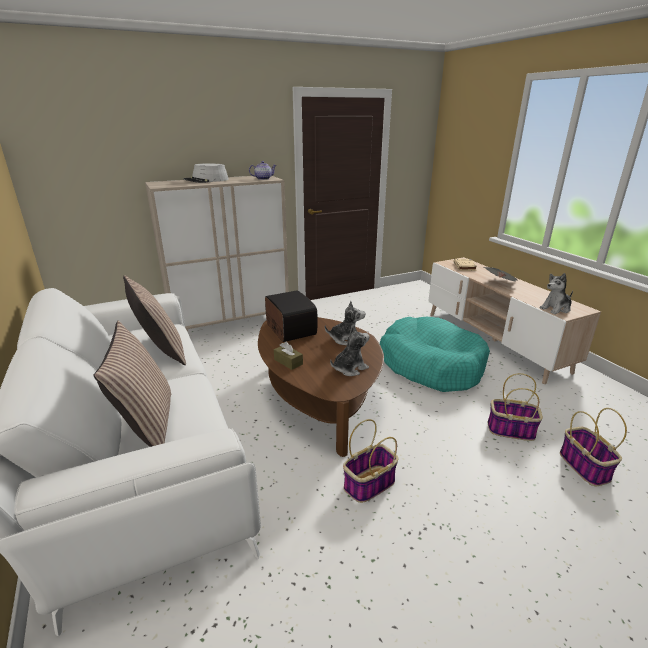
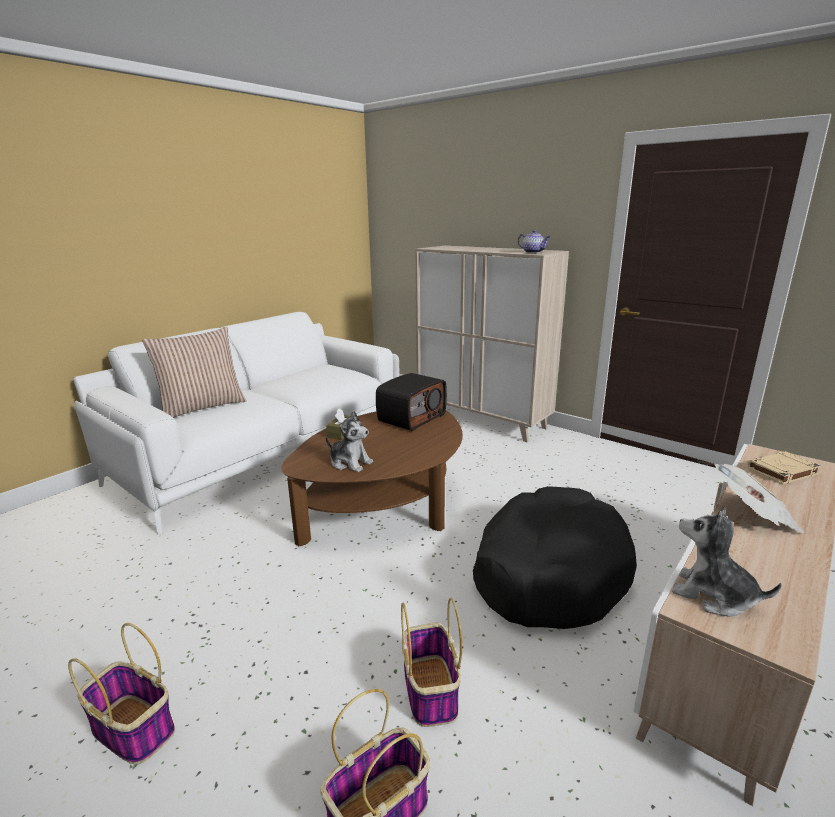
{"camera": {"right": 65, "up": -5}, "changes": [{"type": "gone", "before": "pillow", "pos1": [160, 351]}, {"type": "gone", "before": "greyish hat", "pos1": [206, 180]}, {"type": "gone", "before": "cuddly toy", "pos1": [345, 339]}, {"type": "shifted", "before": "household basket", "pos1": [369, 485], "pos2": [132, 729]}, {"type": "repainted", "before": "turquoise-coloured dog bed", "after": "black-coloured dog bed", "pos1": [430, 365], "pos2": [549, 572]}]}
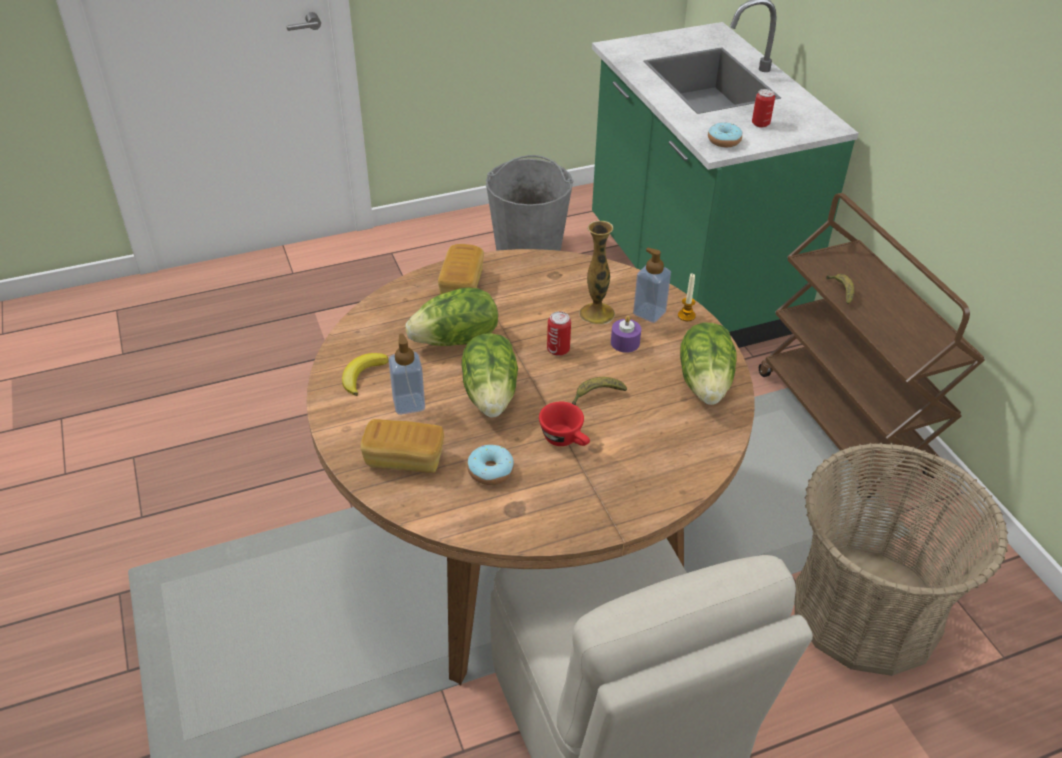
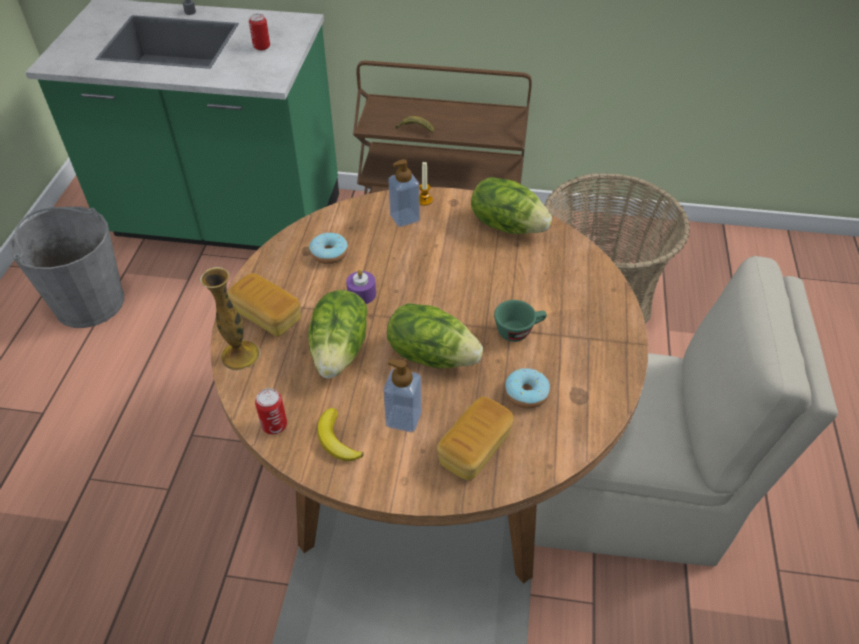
{"camera": {"right": -60, "up": 5}, "changes": [{"type": "repainted", "before": "red-coloured small cup", "after": "green small cup", "pos1": [566, 440], "pos2": [519, 330]}, {"type": "shifted", "before": "sealed can", "pos1": [558, 350], "pos2": [274, 425]}, {"type": "gone", "before": "banana", "pos1": [596, 396]}, {"type": "shifted", "before": "flower vase", "pos1": [597, 313], "pos2": [240, 355]}, {"type": "shifted", "before": "purple-coloured candle", "pos1": [625, 343], "pos2": [361, 294]}, {"type": "shifted", "before": "donut", "pos1": [724, 141], "pos2": [329, 254]}]}
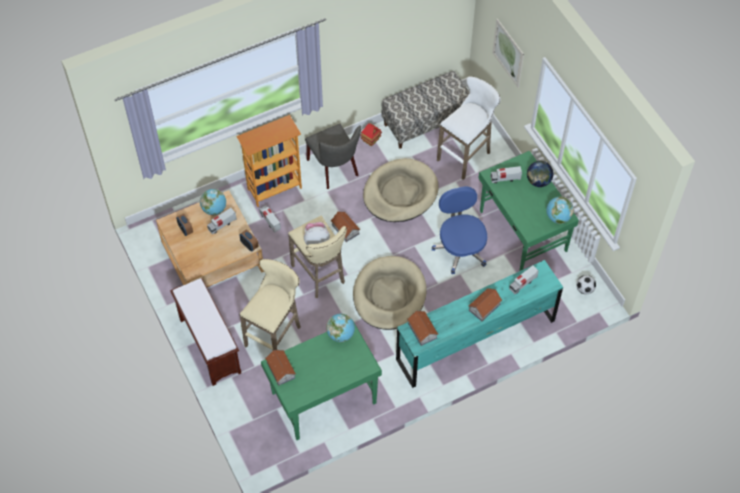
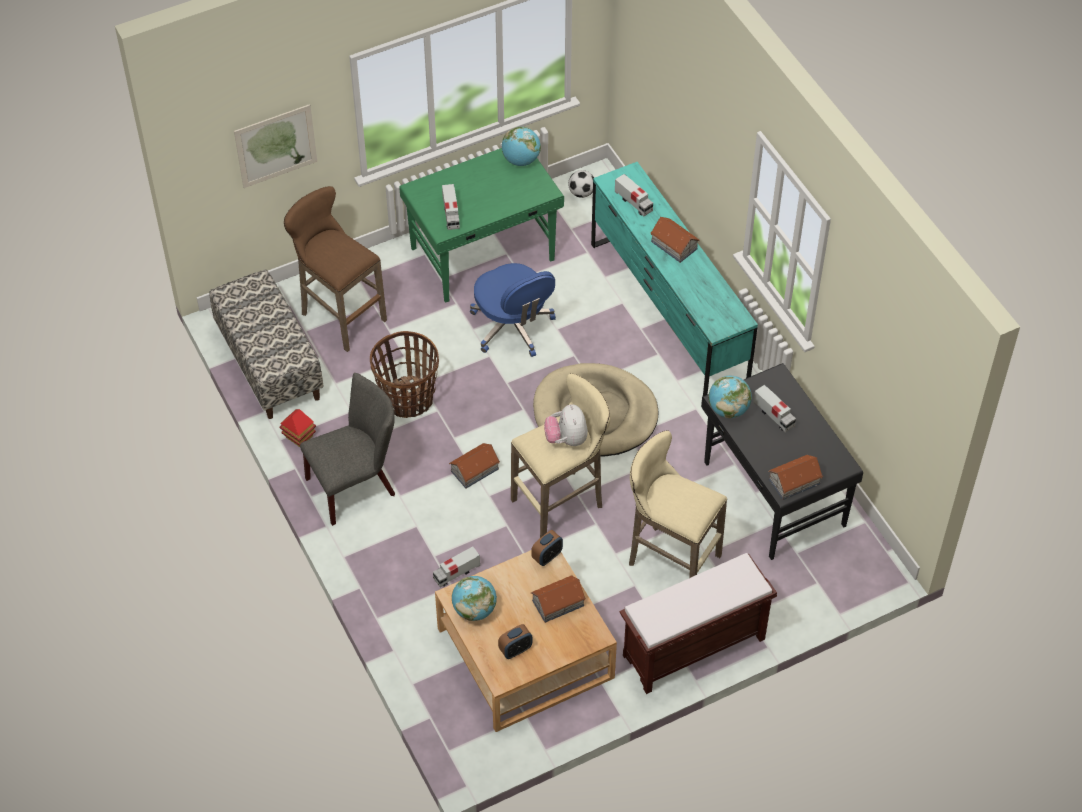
{"camera": {"right": -90, "up": -5}, "changes": [{"type": "shifted", "before": "model truck", "pos1": [222, 225], "pos2": [774, 415]}, {"type": "gone", "before": "bookcase", "pos1": [274, 188]}, {"type": "repainted", "before": "green desk unit", "after": "black-coloured desk unit", "pos1": [323, 397], "pos2": [773, 495]}, {"type": "swapped", "before": "beige dog bed", "after": "household basket", "pos1": [400, 193], "pos2": [407, 399]}, {"type": "shifted", "before": "model house", "pos1": [422, 331], "pos2": [558, 603]}, {"type": "rotated", "before": "bluish computer chair", "pos1": [460, 249], "pos2": [513, 327], "turn": -105}, {"type": "repainted", "before": "whitish stool seat", "after": "brown stool seat", "pos1": [466, 155], "pos2": [339, 315]}, {"type": "gone", "before": "globe", "pos1": [538, 181]}]}
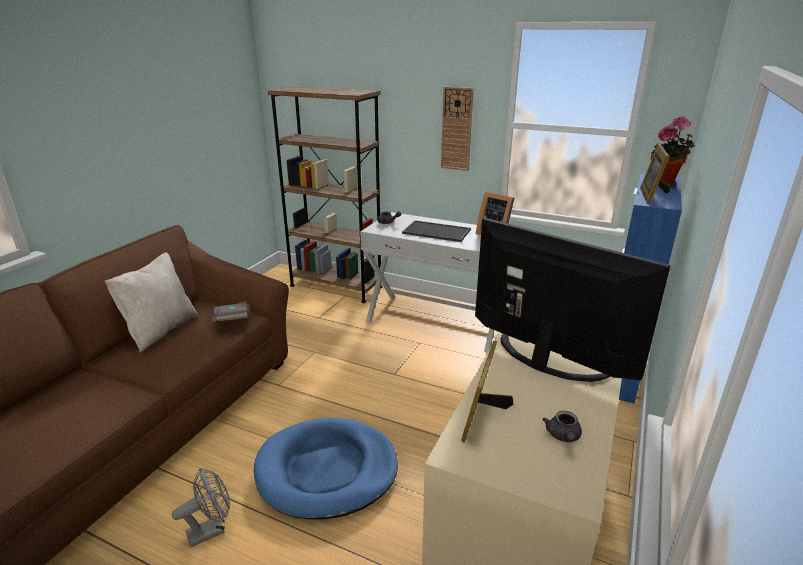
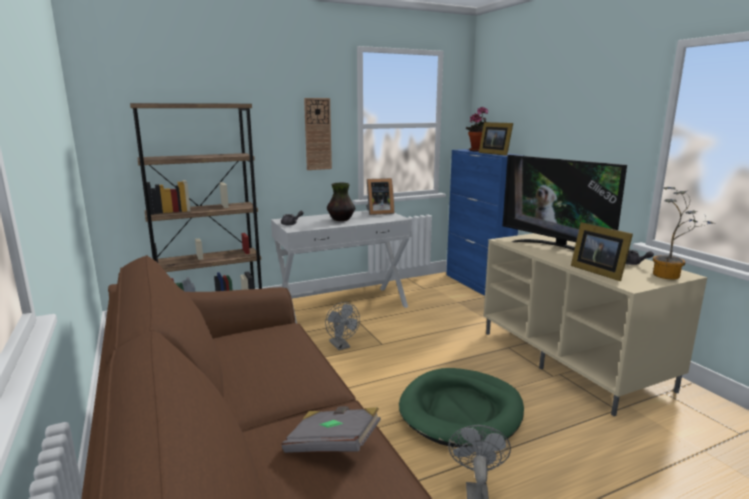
{"camera": {"right": -50, "up": -10}, "changes": [{"type": "gone", "before": "beige pillow", "pos1": [160, 330]}, {"type": "shifted", "before": "greyish bound book", "pos1": [233, 321], "pos2": [332, 445]}, {"type": "repainted", "before": "bluish dog bed", "after": "green dog bed", "pos1": [327, 471], "pos2": [461, 411]}, {"type": "swapped", "before": "tray", "after": "flower vase", "pos1": [435, 232], "pos2": [341, 220]}, {"type": "rotated", "before": "TV set", "pos1": [544, 362], "pos2": [555, 248], "turn": -120}, {"type": "new", "after": "greyish cooling fan", "pos2": [341, 346]}, {"type": "new", "after": "houseplant", "pos2": [670, 276]}]}
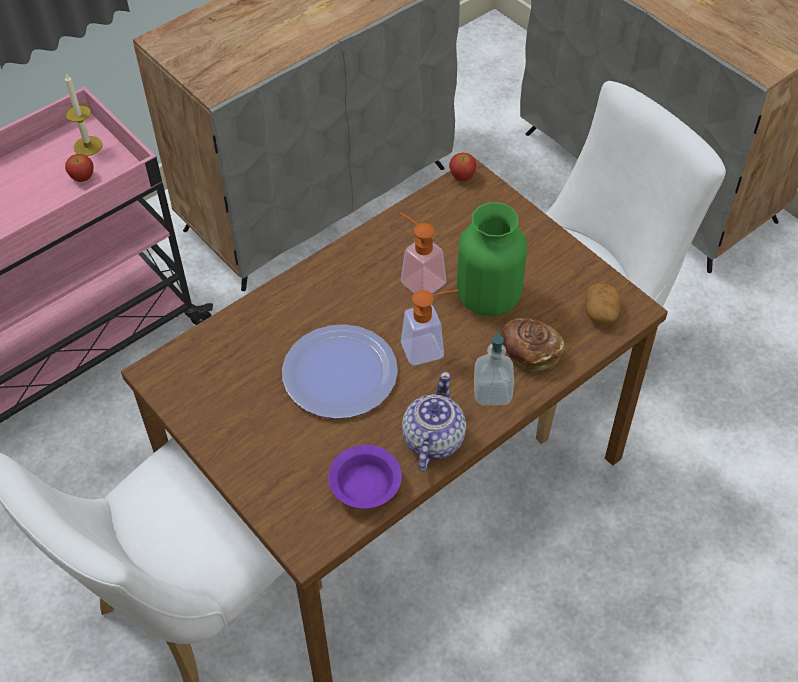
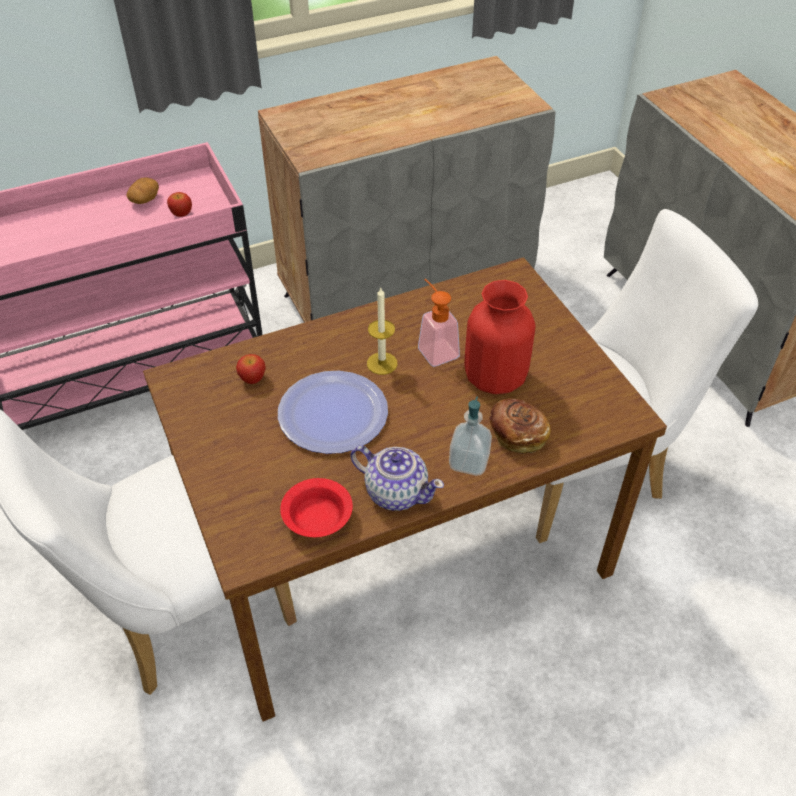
{"camera": {"right": 15, "up": -5}, "changes": [{"type": "shifted", "before": "candle", "pos1": [88, 146], "pos2": [382, 363]}, {"type": "repainted", "before": "purple-coloured serving bowl", "after": "red-coloured serving bowl", "pos1": [365, 488], "pos2": [317, 520]}, {"type": "gone", "before": "soap dispenser", "pos1": [430, 348]}, {"type": "rotated", "before": "teapot", "pos1": [432, 440], "pos2": [396, 492], "turn": 90}, {"type": "shifted", "before": "apple", "pos1": [462, 176], "pos2": [252, 379]}, {"type": "repainted", "before": "green flower vase", "after": "red-coloured flower vase", "pos1": [488, 297], "pos2": [495, 377]}, {"type": "shifted", "before": "spud", "pos1": [601, 312], "pos2": [145, 199]}]}
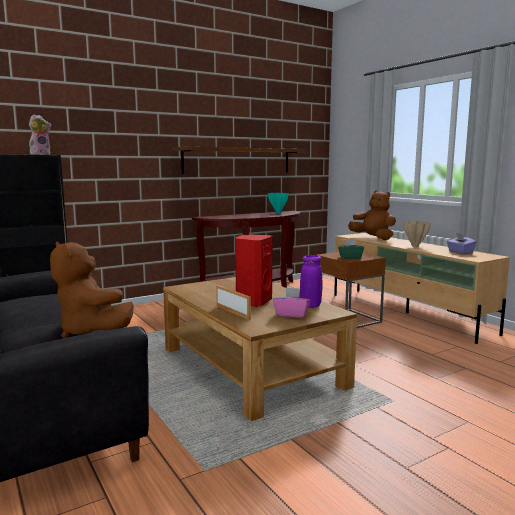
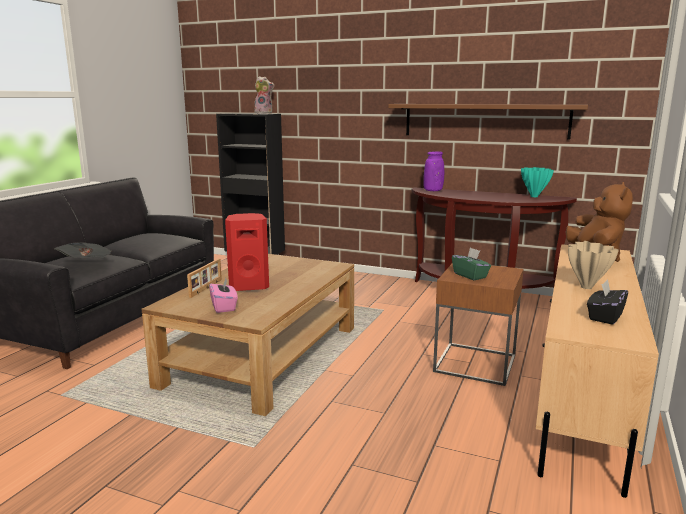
{"camera": {"right": 55, "up": 5}, "changes": [{"type": "swapped", "before": "brown cuddly toy", "after": "daily paper", "pos1": [91, 331], "pos2": [87, 265]}, {"type": "shifted", "before": "purple-coloured flower vase", "pos1": [310, 305], "pos2": [433, 190]}, {"type": "repainted", "before": "purple-coloured tissue box", "after": "black-coloured tissue box", "pos1": [460, 252], "pos2": [605, 317]}]}
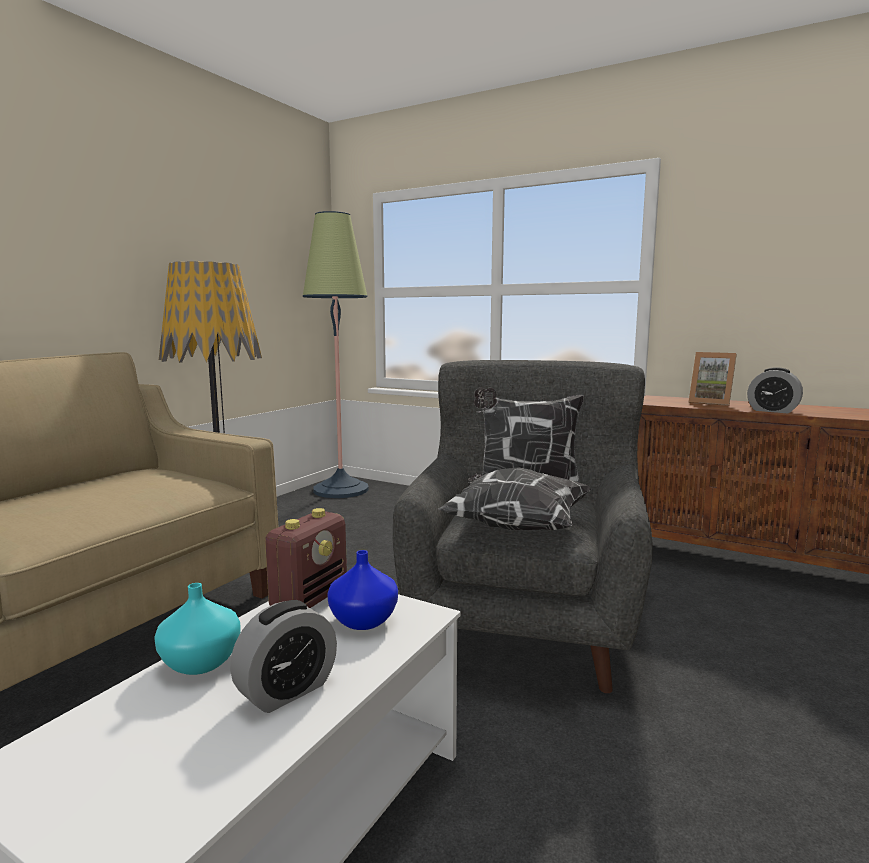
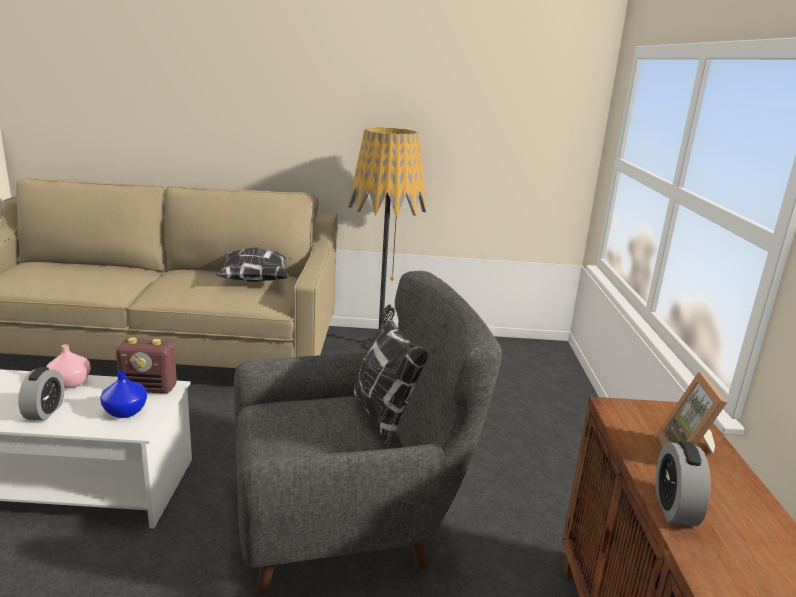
{"camera": {"right": 60, "up": 10}, "changes": [{"type": "repainted", "before": "turquoise-coloured flower vase", "after": "pink flower vase", "pos1": [202, 662], "pos2": [71, 383]}, {"type": "rotated", "before": "bedside clock", "pos1": [287, 691], "pos2": [45, 412], "turn": -105}, {"type": "gone", "before": "floor lamp", "pos1": [341, 490]}, {"type": "shifted", "before": "pillow", "pos1": [515, 527], "pos2": [257, 280]}]}
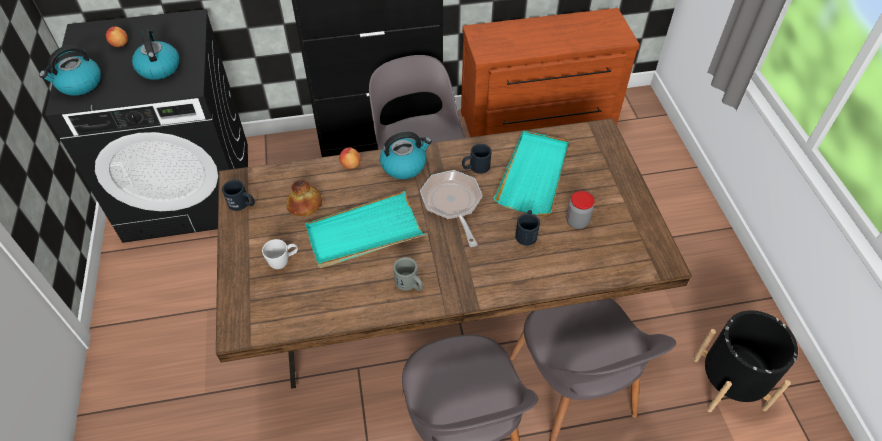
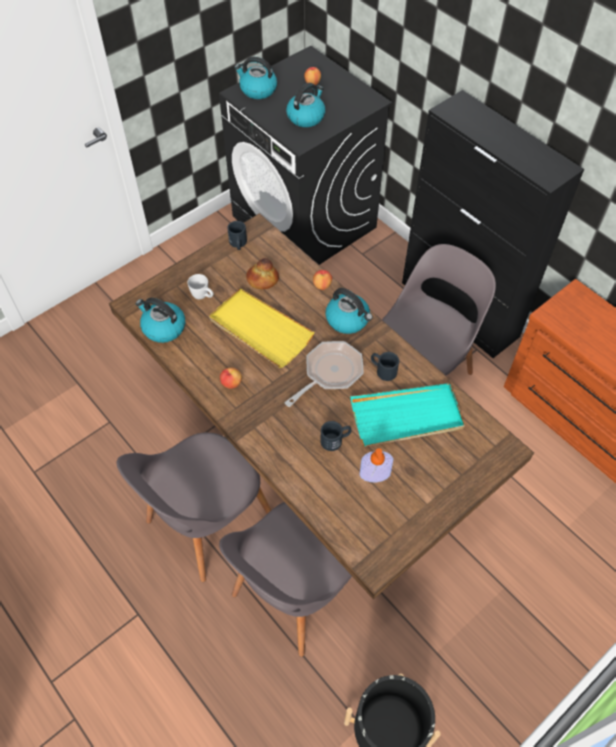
{"camera": {"right": 60, "up": 5}, "changes": [{"type": "repainted", "before": "turquoise-coloured tray", "after": "yellow tray", "pos1": [364, 233], "pos2": [260, 330]}, {"type": "swapped", "before": "greyish tea mug", "after": "apple", "pos1": [410, 284], "pos2": [231, 383]}, {"type": "swapped", "before": "storage jar", "after": "soap dispenser", "pos1": [577, 221], "pos2": [375, 474]}, {"type": "new", "after": "kettle", "pos2": [163, 328]}]}
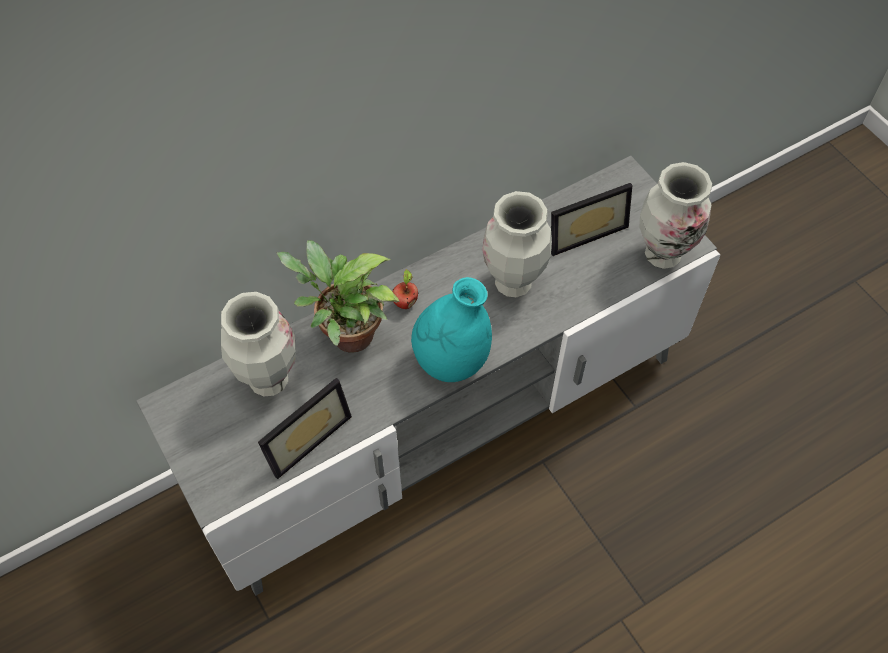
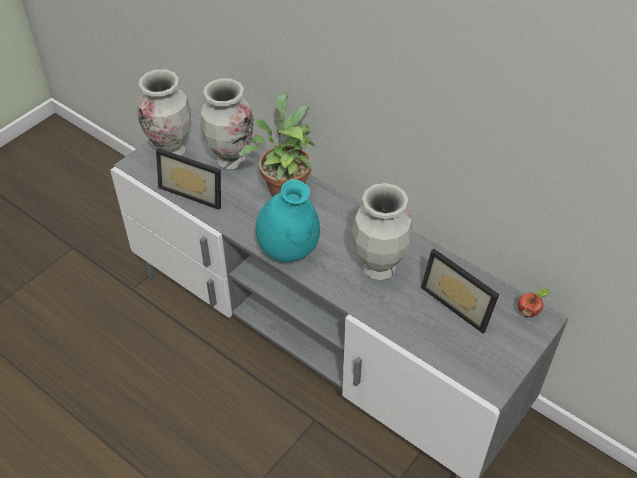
{"camera": {"right": 70, "up": -10}, "changes": [{"type": "shifted", "before": "apple", "pos1": [405, 302], "pos2": [528, 312]}, {"type": "shifted", "before": "flower vase", "pos1": [662, 255], "pos2": [171, 152]}]}
